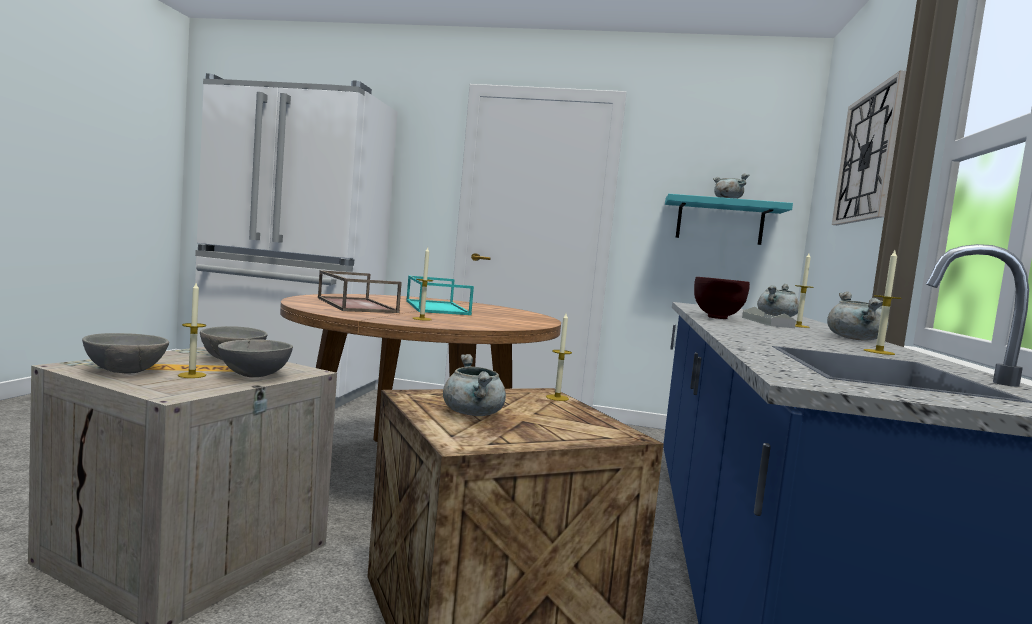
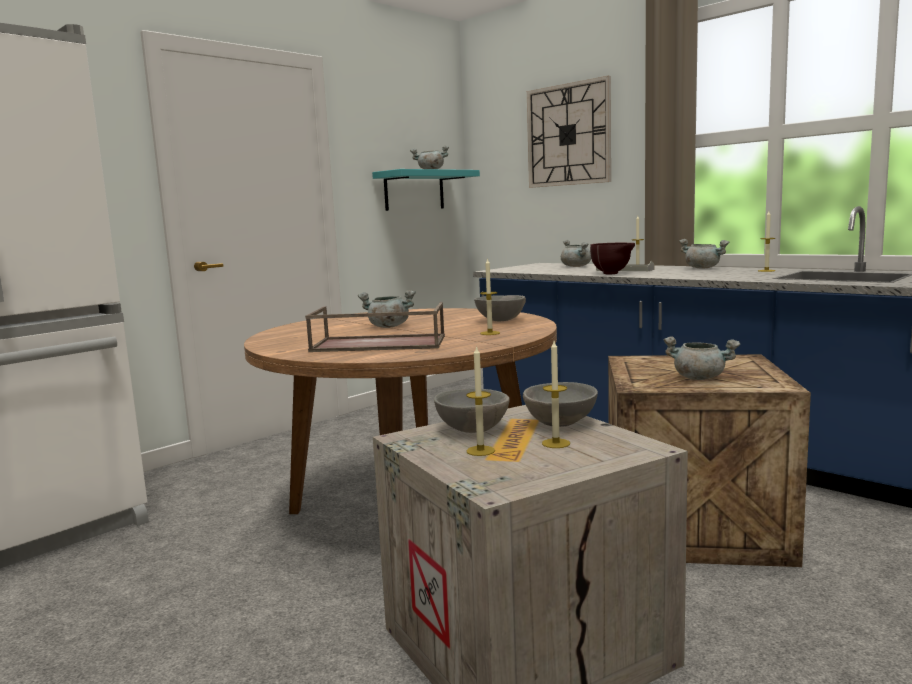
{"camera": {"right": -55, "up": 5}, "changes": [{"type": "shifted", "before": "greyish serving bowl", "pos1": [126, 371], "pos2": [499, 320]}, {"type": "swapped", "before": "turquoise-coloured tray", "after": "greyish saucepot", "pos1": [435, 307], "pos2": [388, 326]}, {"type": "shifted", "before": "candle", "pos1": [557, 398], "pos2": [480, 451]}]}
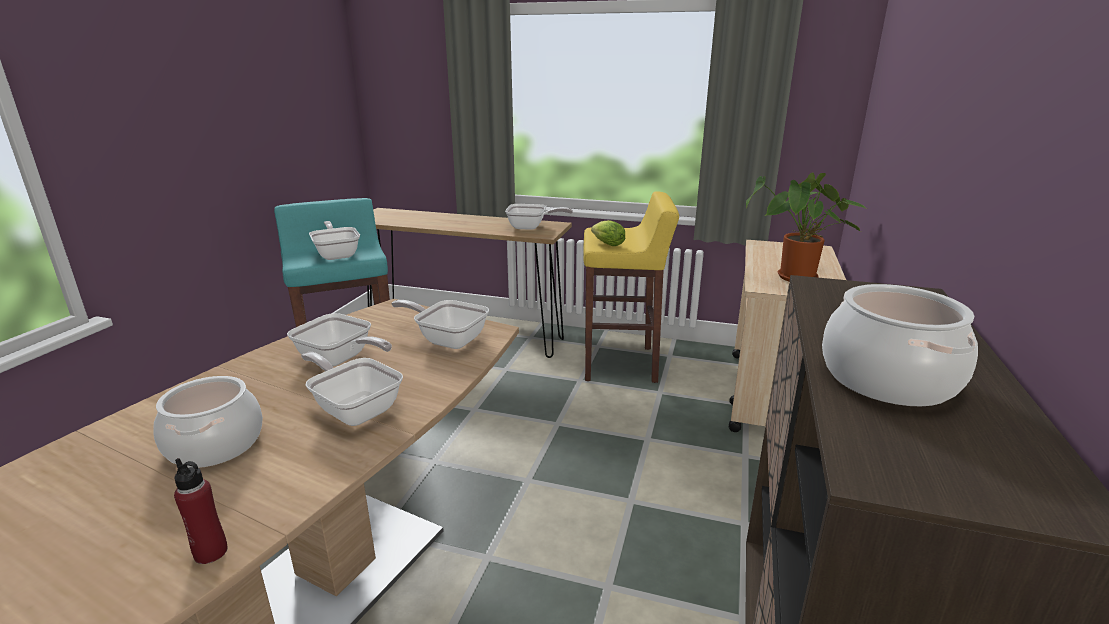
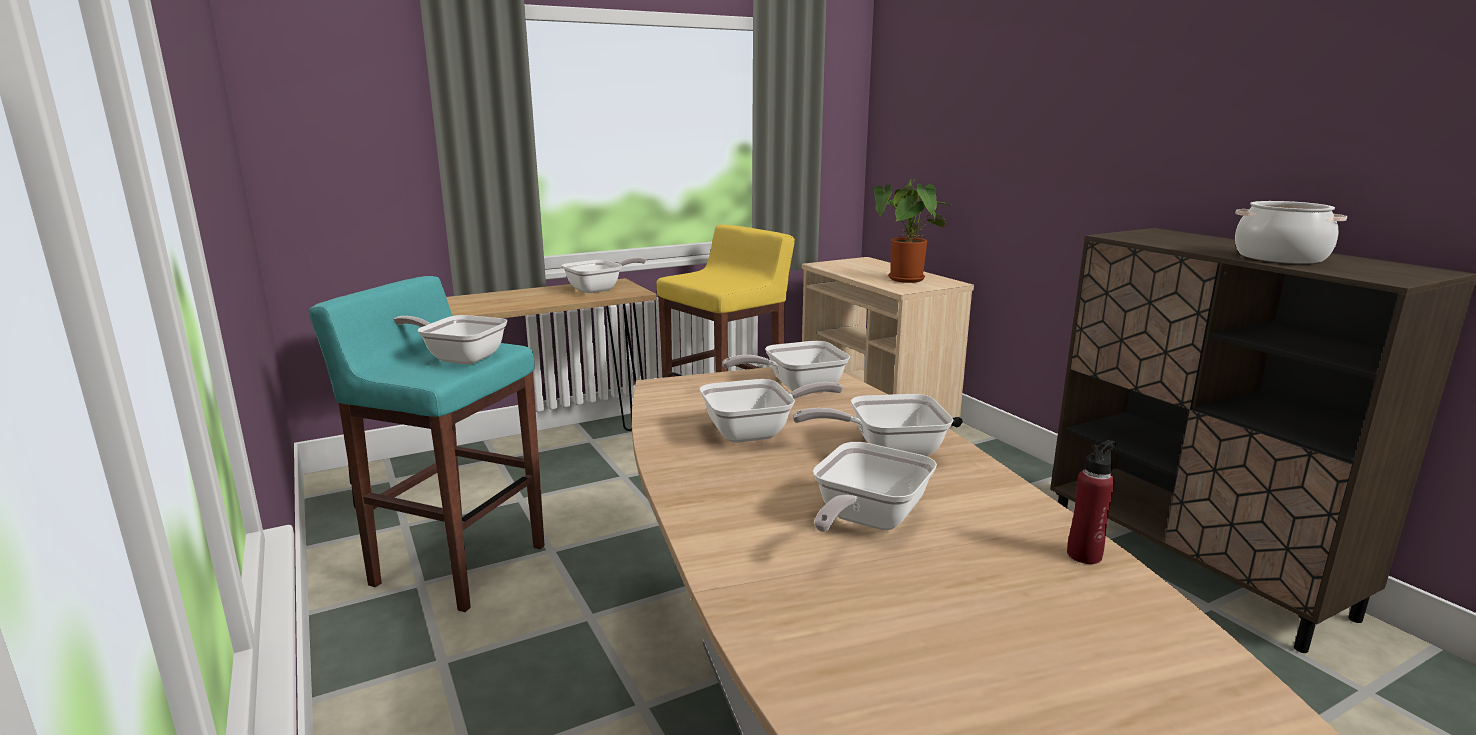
{"camera": {"right": -45, "up": -5}, "changes": [{"type": "swapped", "before": "saucepot", "after": "pan", "pos1": [215, 444], "pos2": [865, 520]}, {"type": "gone", "before": "lettuce head", "pos1": [606, 244]}]}
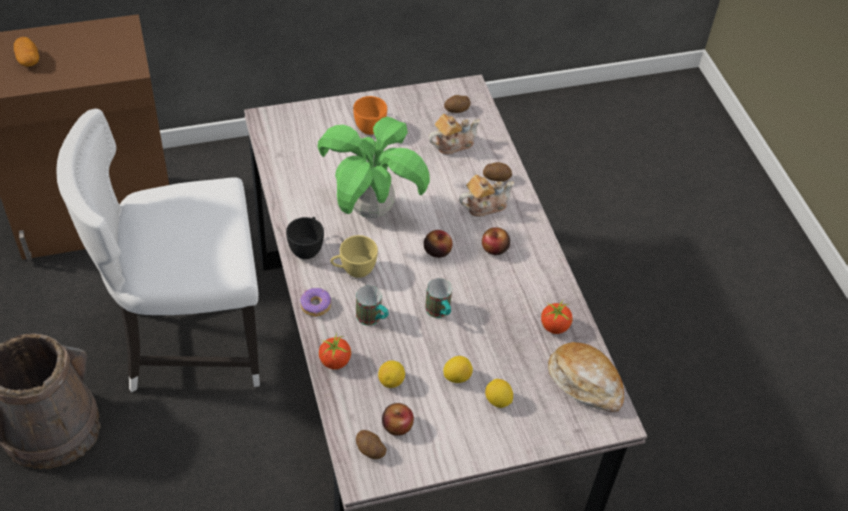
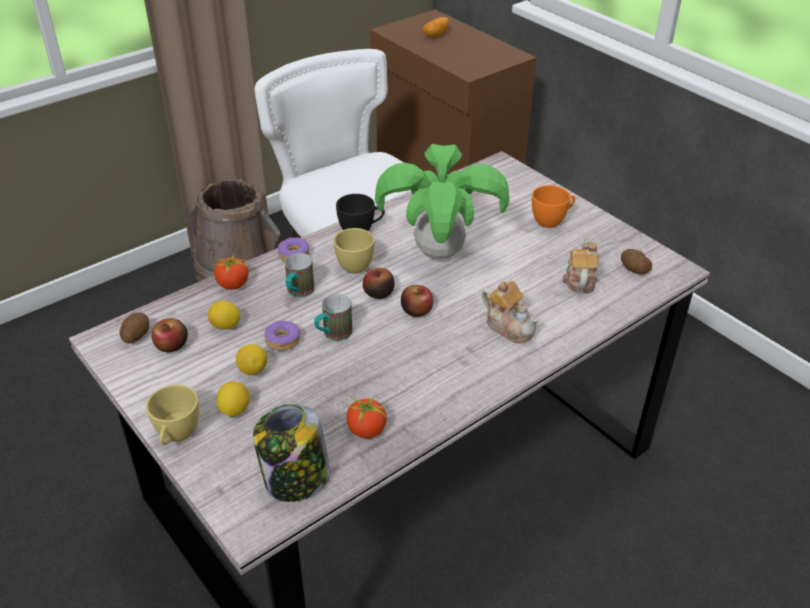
{"camera": {"right": 70, "up": -10}, "changes": [{"type": "rotated", "before": "teapot", "pos1": [452, 144], "pos2": [580, 280], "turn": -120}, {"type": "shifted", "before": "apple", "pos1": [494, 248], "pos2": [378, 293]}, {"type": "gone", "before": "spud", "pos1": [496, 177]}, {"type": "swapped", "before": "baked bread", "after": "storage jar", "pos1": [585, 382], "pos2": [296, 479]}, {"type": "new", "after": "yellow small cup", "pos2": [176, 436]}, {"type": "new", "after": "donut", "pos2": [282, 340]}]}
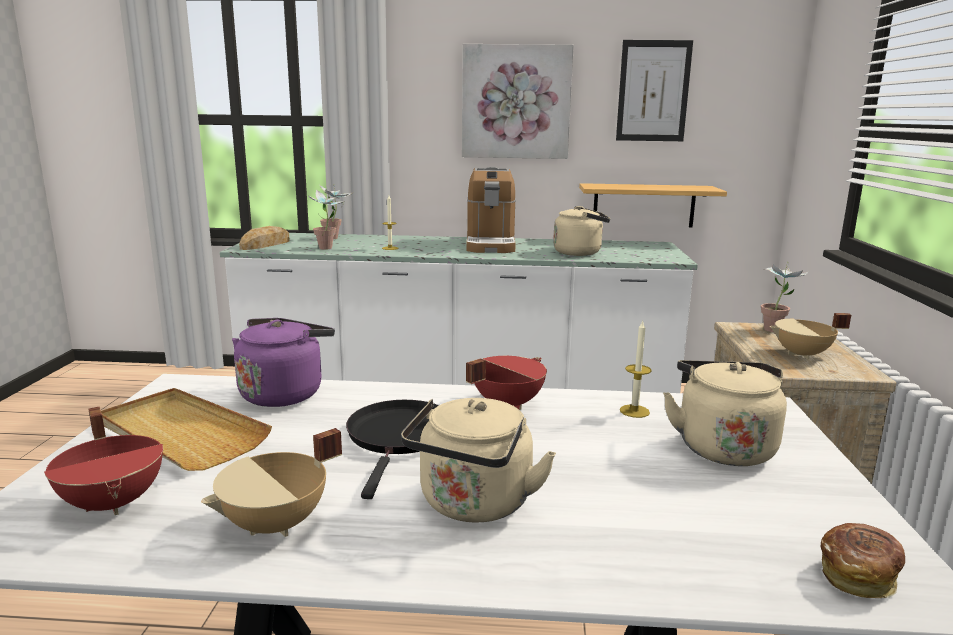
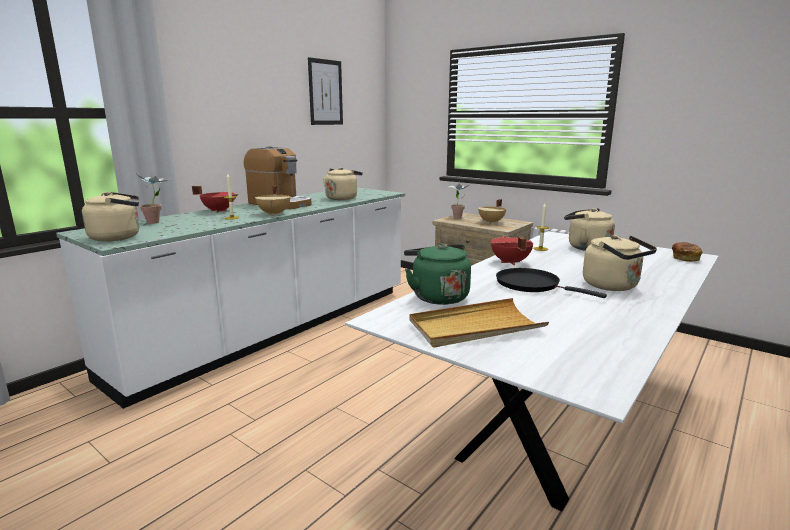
{"camera": {"right": -55, "up": 0}, "changes": [{"type": "shifted", "before": "red-coloured saucepot", "pos1": [115, 502], "pos2": [219, 210]}, {"type": "shifted", "before": "beige saucepot", "pos1": [276, 525], "pos2": [275, 214]}, {"type": "repainted", "before": "purple-coloured kettle", "after": "green kettle", "pos1": [284, 393], "pos2": [437, 296]}, {"type": "swapped", "before": "baked bread", "after": "beige kettle", "pos1": [265, 244], "pos2": [119, 237]}, {"type": "gone", "before": "houseplant", "pos1": [327, 249]}, {"type": "gone", "before": "wall picture", "pos1": [516, 102]}, {"type": "gone", "before": "shelf", "pos1": [643, 205]}]}
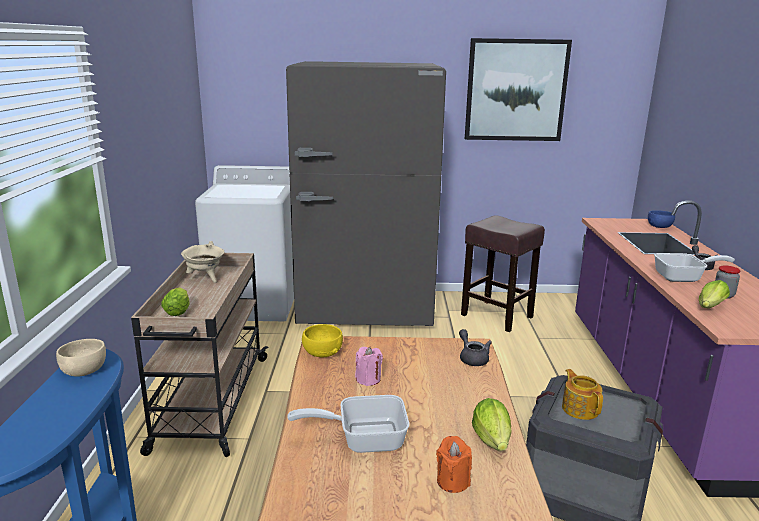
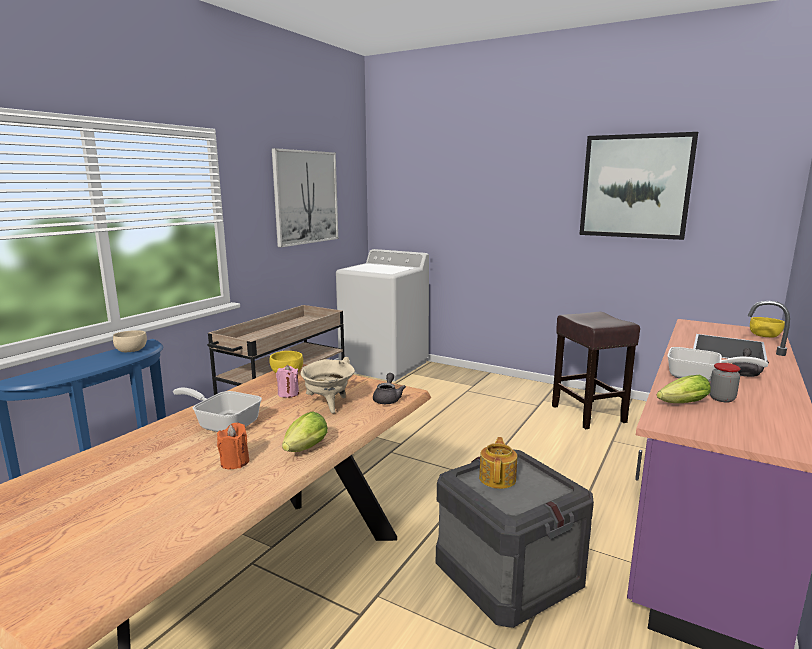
{"camera": {"right": 30, "up": -5}, "changes": [{"type": "gone", "before": "lettuce head", "pos1": [178, 311]}, {"type": "shifted", "before": "beige saucepot", "pos1": [205, 278], "pos2": [328, 405]}, {"type": "gone", "before": "greyish fridge", "pos1": [365, 310]}, {"type": "repainted", "before": "bluish serving bowl", "after": "yellow serving bowl", "pos1": [659, 226], "pos2": [765, 335]}, {"type": "new", "after": "wall picture", "pos2": [306, 197]}]}
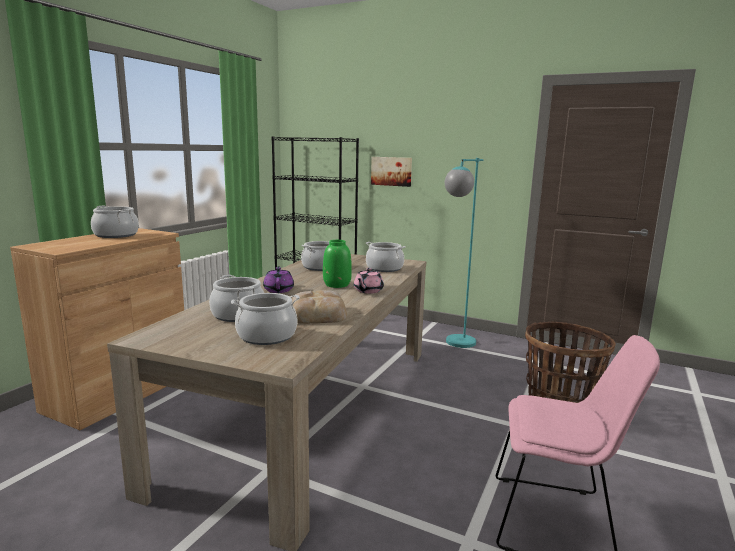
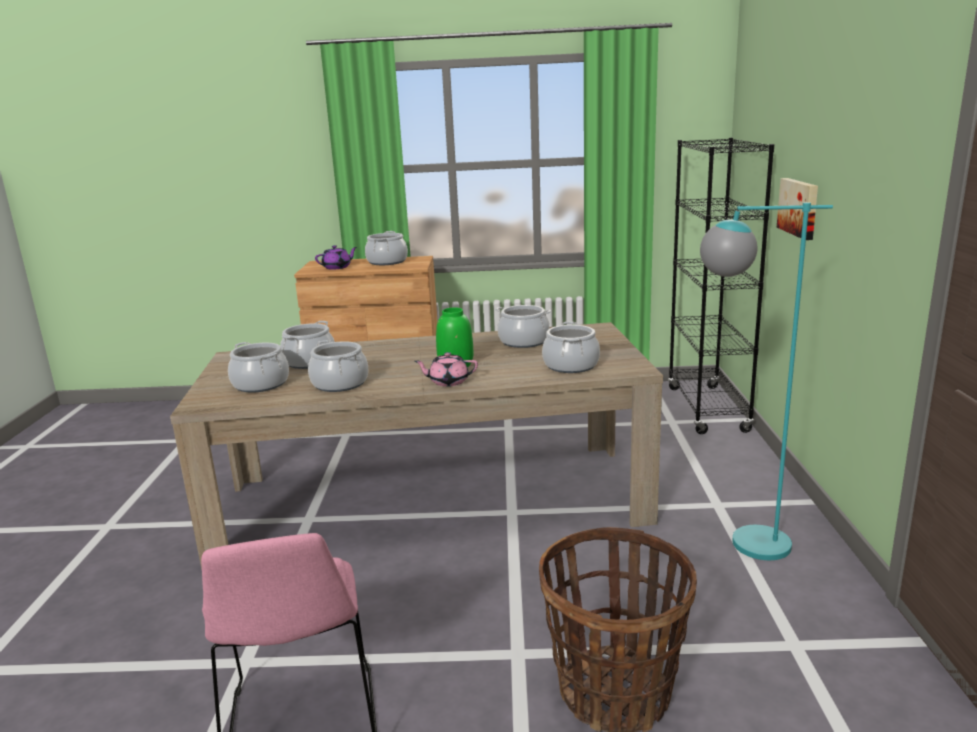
{"camera": {"right": 65, "up": 5}, "changes": [{"type": "shifted", "before": "purple-coloured teapot", "pos1": [279, 290], "pos2": [337, 267]}, {"type": "swapped", "before": "baked bread", "after": "saucepot", "pos1": [318, 313], "pos2": [340, 383]}]}
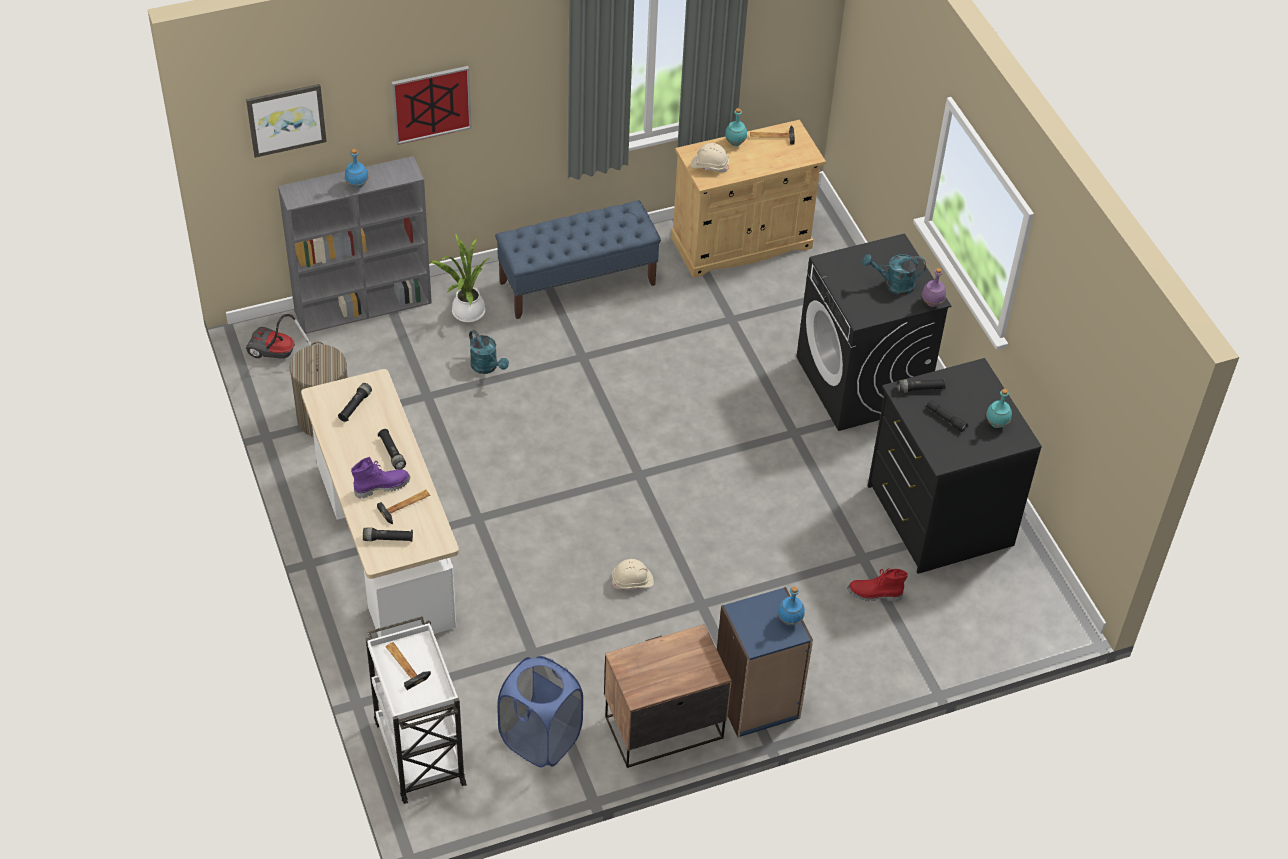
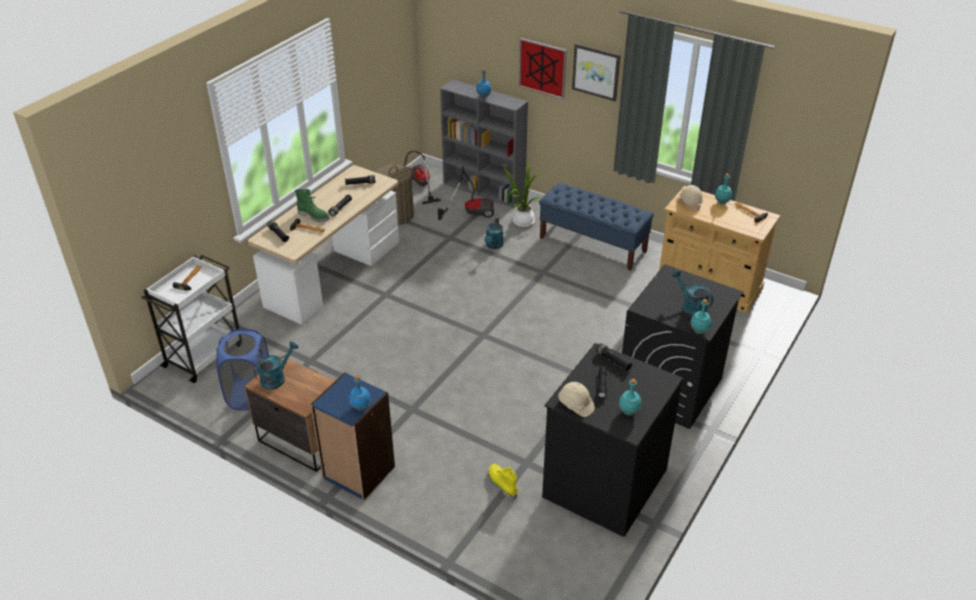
{"camera": {"right": 55, "up": -10}, "changes": [{"type": "shifted", "before": "wall picture", "pos1": [286, 119], "pos2": [596, 71]}, {"type": "repainted", "before": "purple-coloured high-top boot", "after": "green high-top boot", "pos1": [381, 486], "pos2": [314, 216]}, {"type": "shifted", "before": "beige safety helmet", "pos1": [632, 581], "pos2": [575, 405]}, {"type": "repainted", "before": "red-coloured high-top boot", "after": "yellow high-top boot", "pos1": [874, 594], "pos2": [501, 484]}, {"type": "repainted", "before": "purple-coloured bottle", "after": "turquoise-coloured bottle", "pos1": [932, 303], "pos2": [699, 331]}, {"type": "new", "after": "turquoise-coloured watering pot", "pos2": [276, 378]}, {"type": "new", "after": "hoover", "pos2": [471, 212]}]}
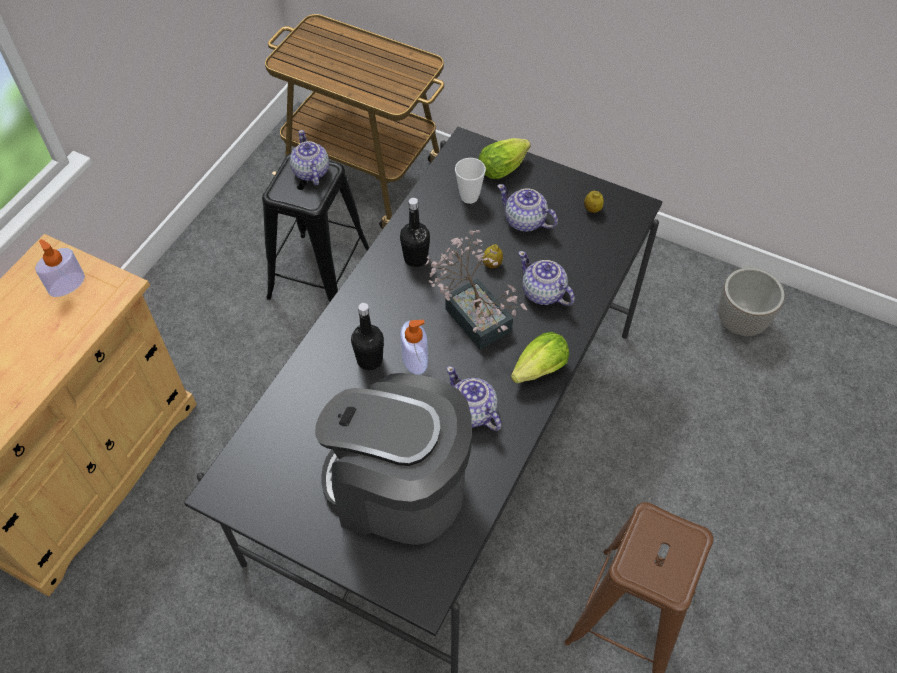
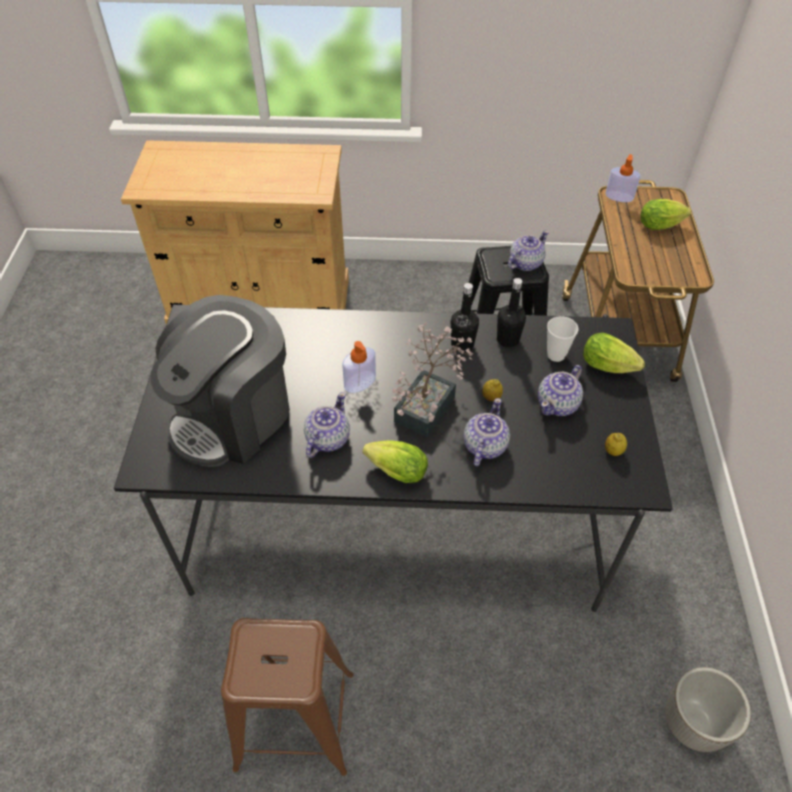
{"camera": {"right": 65, "up": -5}, "changes": [{"type": "shifted", "before": "soap dispenser", "pos1": [67, 284], "pos2": [619, 196]}, {"type": "rotated", "before": "coffee maker", "pos1": [398, 488], "pos2": [233, 416], "turn": -135}, {"type": "shifted", "before": "black-coloured bottle", "pos1": [370, 360], "pos2": [508, 340]}, {"type": "rotated", "before": "teapot", "pos1": [525, 221], "pos2": [558, 404], "turn": -150}, {"type": "new", "after": "lettuce head", "pos2": [662, 225]}]}
